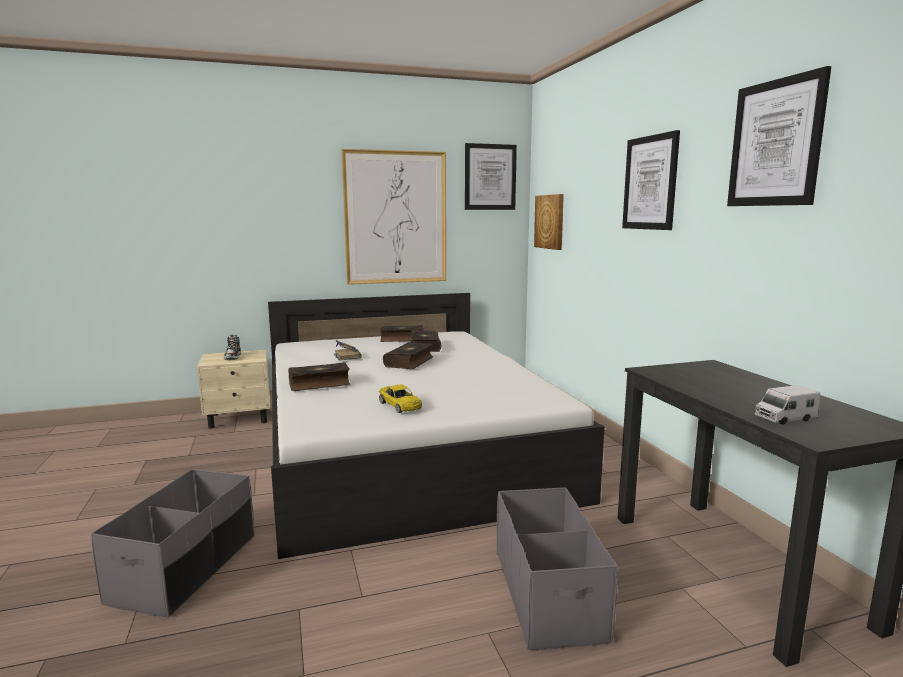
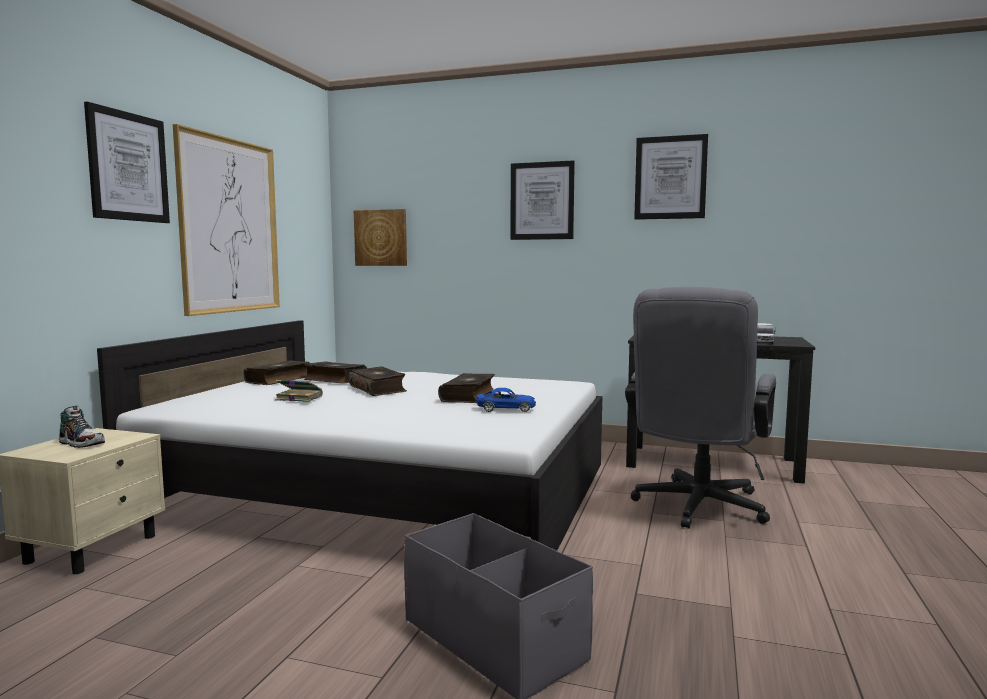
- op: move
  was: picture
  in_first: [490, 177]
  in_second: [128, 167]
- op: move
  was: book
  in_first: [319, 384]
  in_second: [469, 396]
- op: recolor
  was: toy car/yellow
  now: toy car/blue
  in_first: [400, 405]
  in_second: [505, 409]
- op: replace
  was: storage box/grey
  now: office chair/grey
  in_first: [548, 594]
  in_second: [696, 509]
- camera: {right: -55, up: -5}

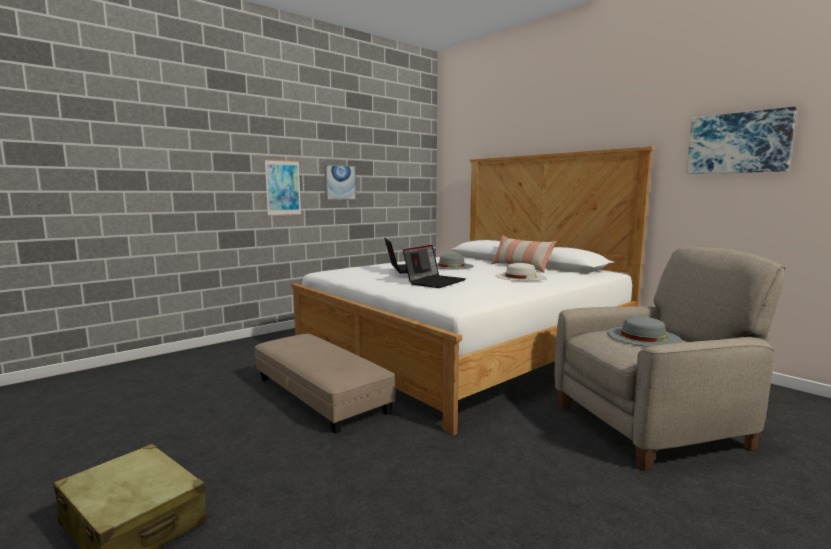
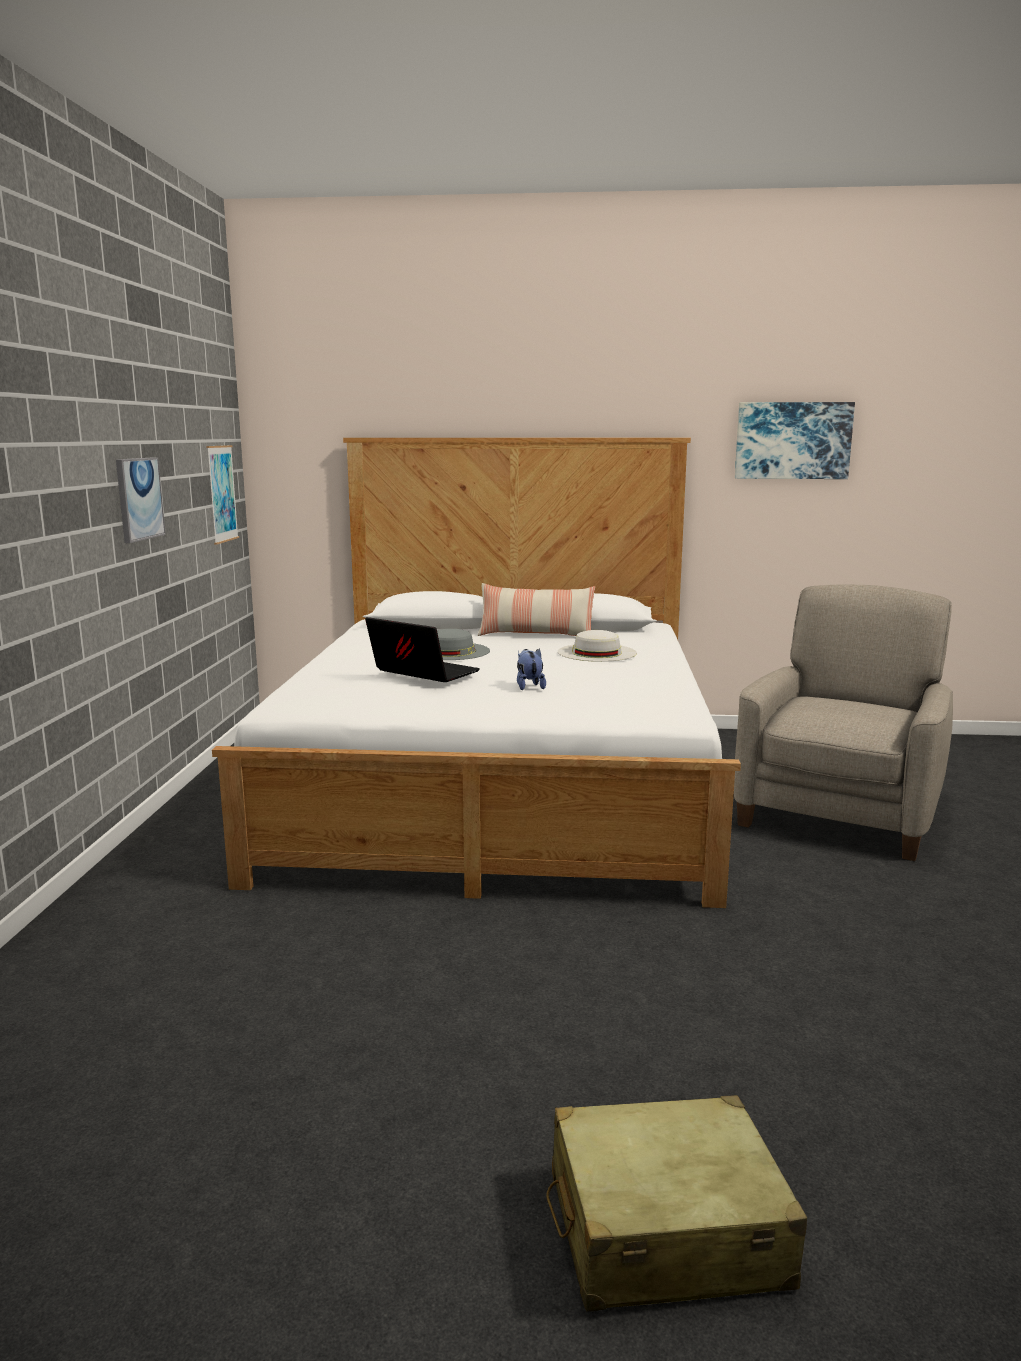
- op: move
  was: picture
  in_first: [283, 188]
  in_second: [222, 493]
- op: replace
  was: laptop
  now: plush toy
  in_first: [435, 282]
  in_second: [529, 686]
- op: delete
  was: ottoman/beige
  in_first: [320, 395]
- op: delete
  was: hat/grey
  in_first: [643, 336]
- camera: {right: -45, up: 5}

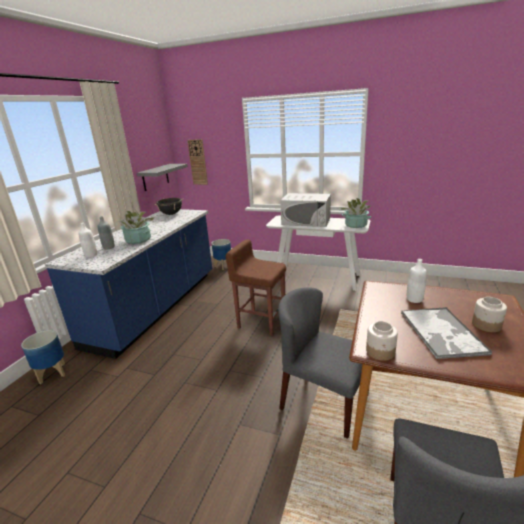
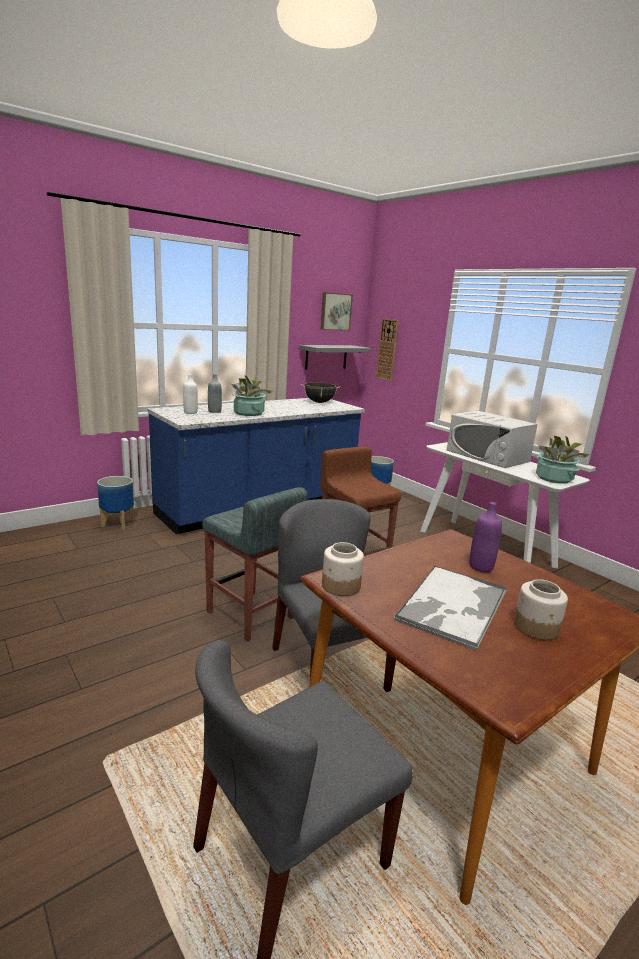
- op: insert
  now: stool/grey
  in_second: [250, 615]
- op: insert
  now: picture
  in_second: [335, 311]
- op: recolor
  was: bottle/white
  now: bottle/purple
  in_first: [414, 299]
  in_second: [481, 567]
- camera: {right: 30, up: -5}

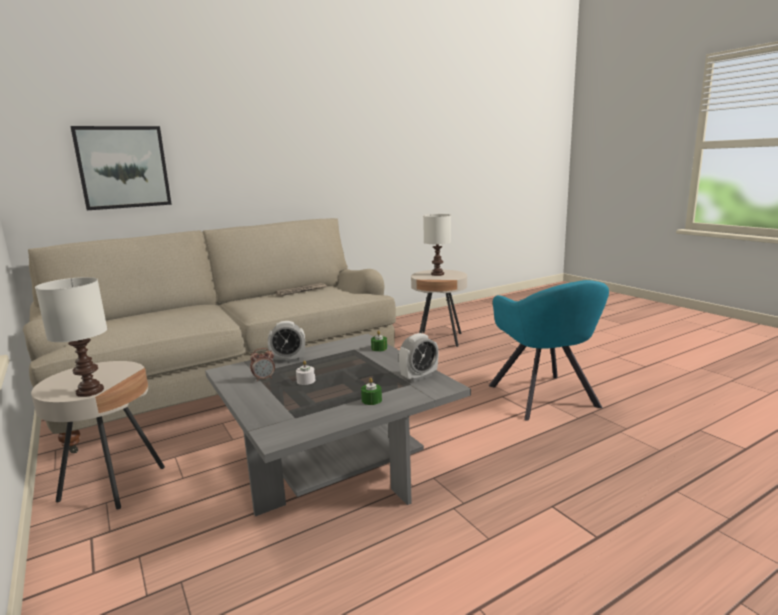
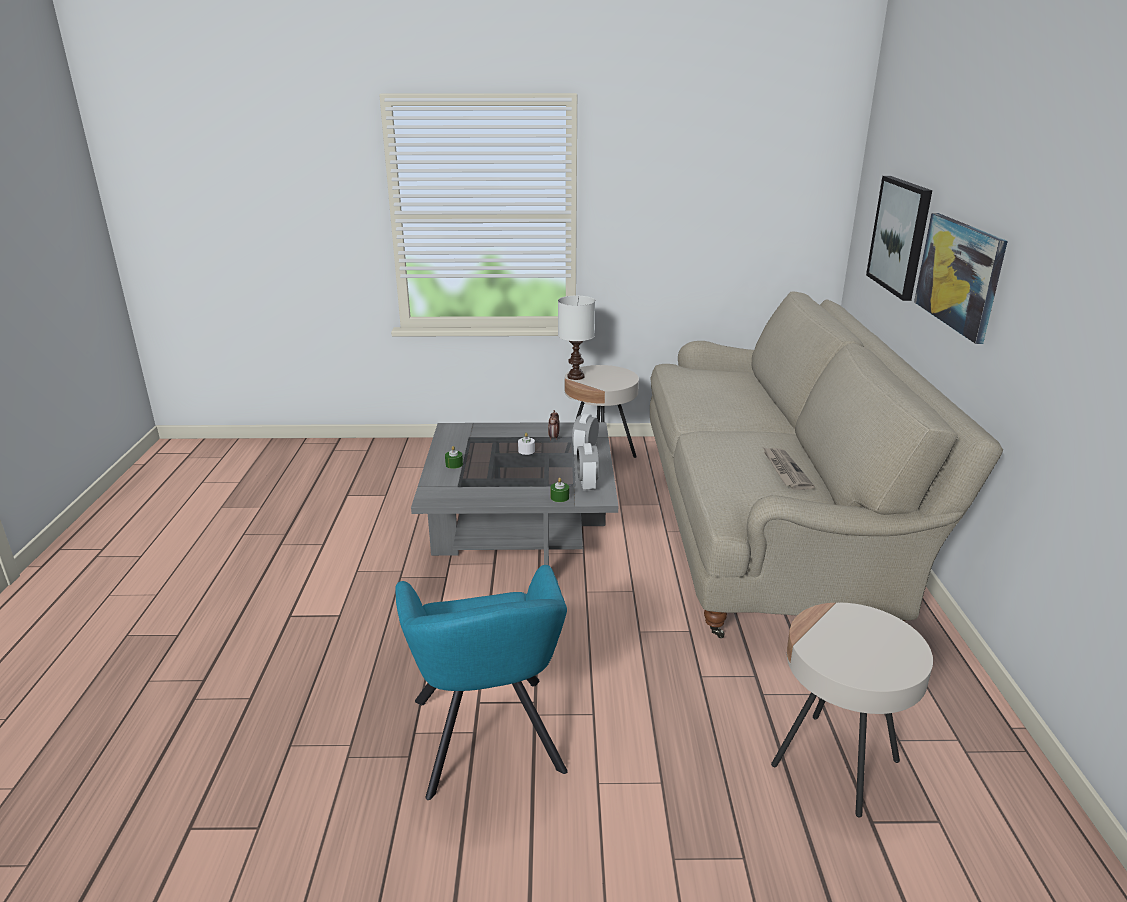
- op: rotate
  was: armchair/turquoise
  in_first: [545, 398]
  in_second: [488, 740]
  clockwise: -120
- op: move
  was: alarm clock
  in_first: [419, 377]
  in_second: [587, 485]
- op: insert
  now: picture
  in_second: [959, 274]
- op: delete
  was: table lamp/white
  in_first: [438, 274]
- camera: {right: 120, up: 10}

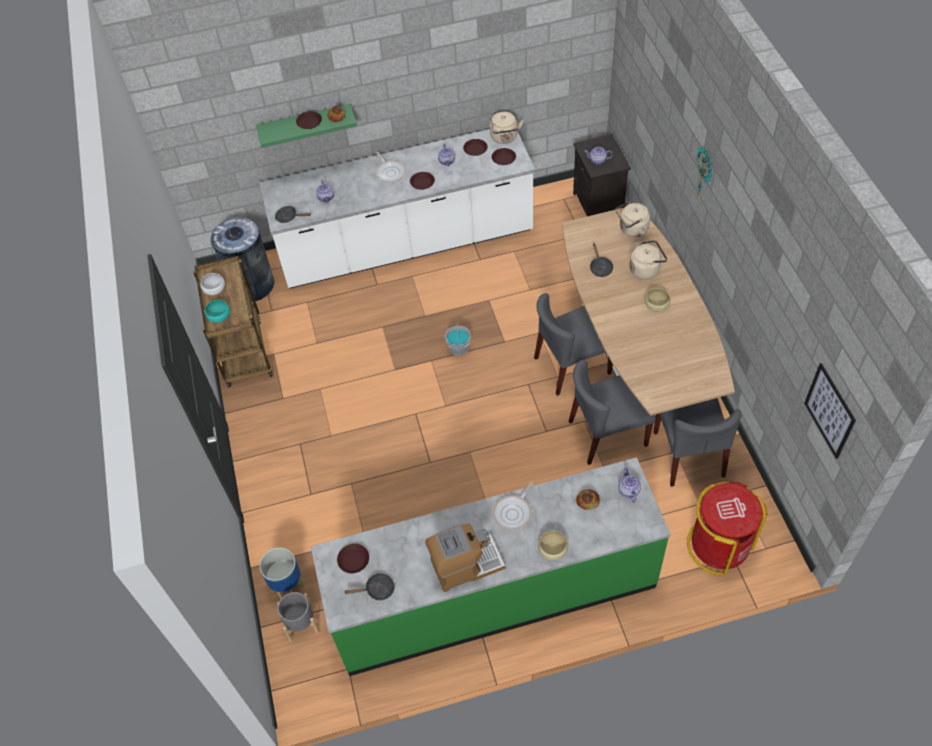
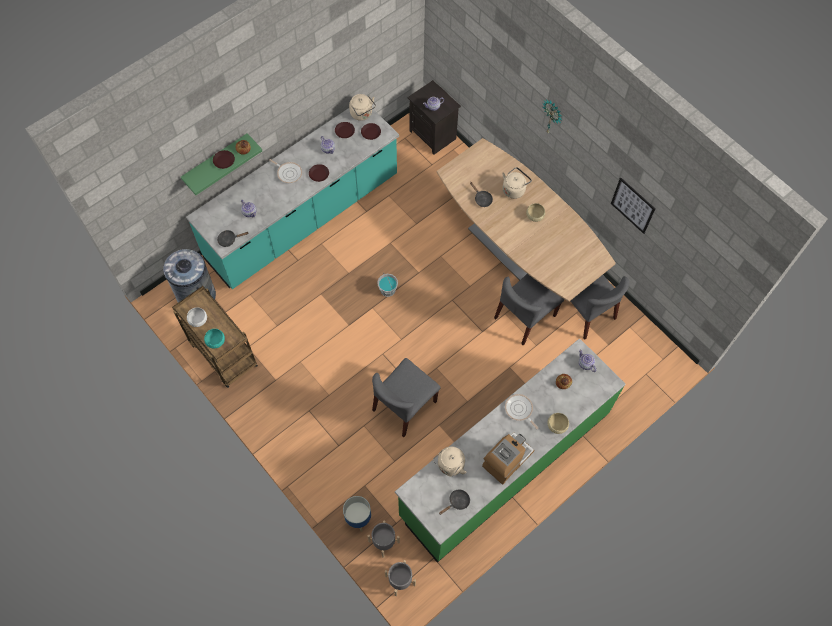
- op: recolor
  was: counter/white
  now: counter/turquoise
  in_first: [406, 245]
  in_second: [303, 218]
- op: move
  was: chair/grey
  in_first: [572, 366]
  in_second: [404, 406]
- op: insert
  now: planter/grey
  in_second: [400, 580]
- op: move
  was: kettle/beige
  in_first: [632, 230]
  in_second: [449, 466]
- op: rotate
  was: frying pan
  in_first: [514, 512]
  in_second: [519, 410]
  clockwise: 135
- op: move
  was: picture
  in_first: [829, 411]
  in_second: [633, 205]
- op: delete
  was: plate/brown
  in_first: [353, 559]
- op: delete
  was: trash can/red
  in_first: [718, 545]
- camera: {right: -30, up: 10}

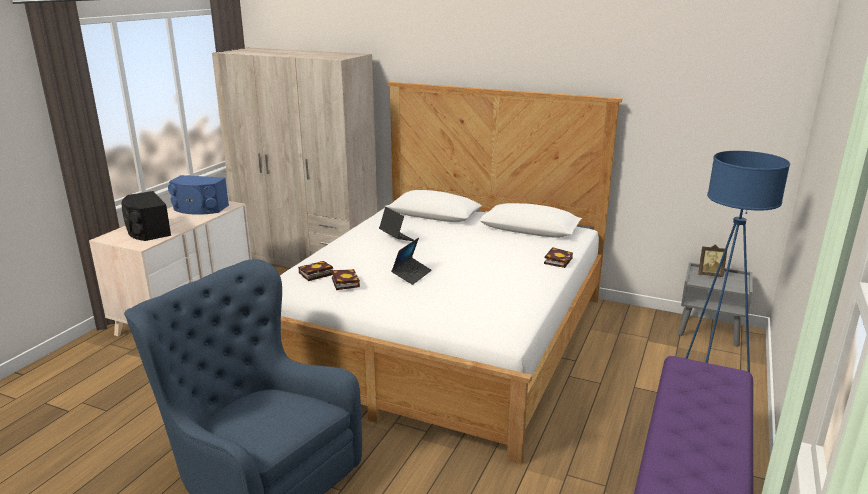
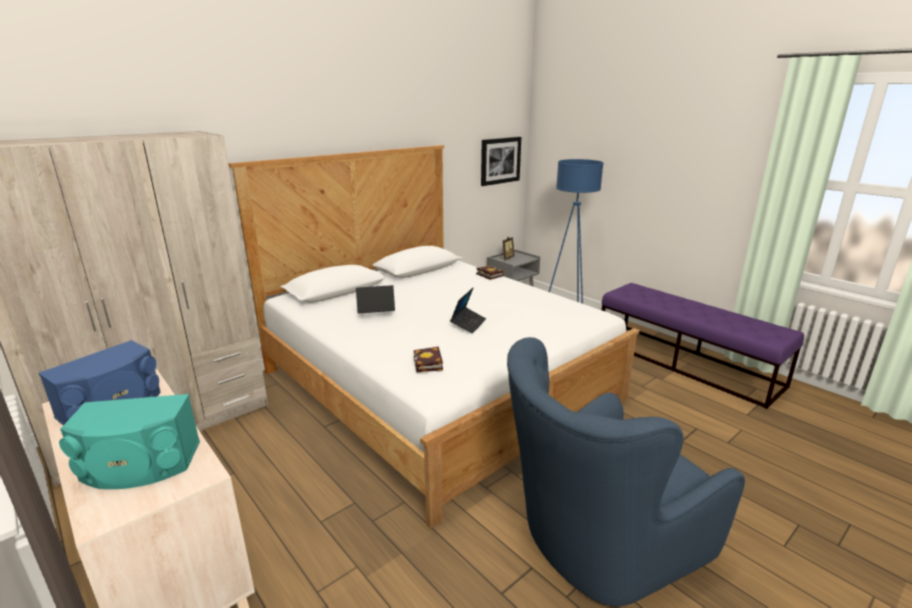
- op: recolor
  was: speaker/black
  now: speaker/turquoise
  in_first: [147, 231]
  in_second: [139, 465]
- op: rotate
  was: laptop
  in_first: [411, 275]
  in_second: [468, 324]
  clockwise: 60
- op: insert
  now: picture
  in_second: [500, 160]
- op: delete
  was: book
  in_first: [344, 282]
- camera: {right: -65, up: 0}

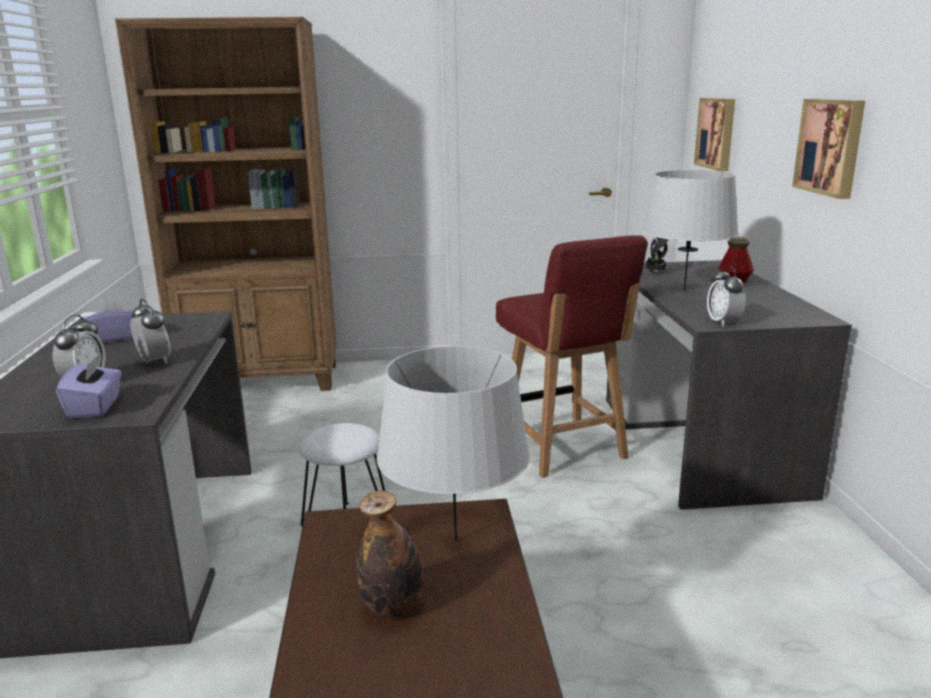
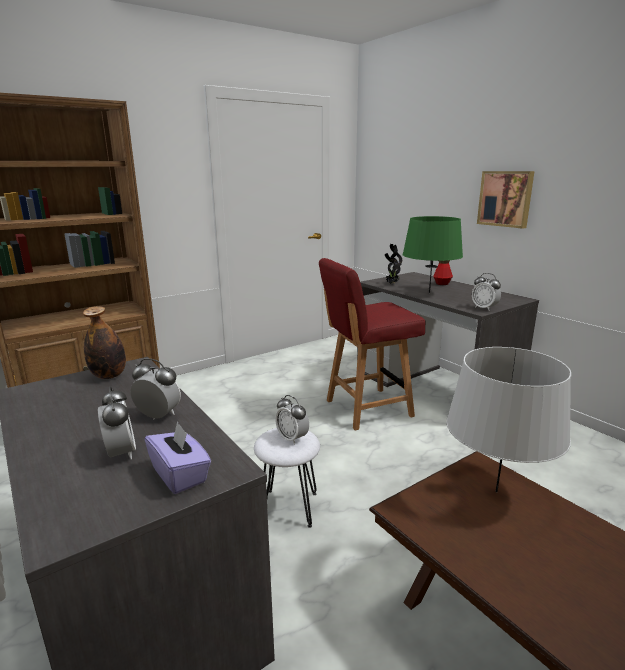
- op: move
  was: bottle
  in_first: [392, 606]
  in_second: [109, 376]
- op: insert
  now: alarm clock
  in_second: [292, 438]
- op: rotate
  was: chair/red
  in_first: [563, 448]
  in_second: [366, 408]
  clockwise: 120
- op: recolor
  was: table lamp/grey
  now: table lamp/green
  in_first: [684, 291]
  in_second: [429, 292]
- op: delete
  was: tissue box/purple
  in_first: [116, 337]
- op: delete
  was: picture
  in_first: [717, 133]
- camera: {right: -30, up: 0}

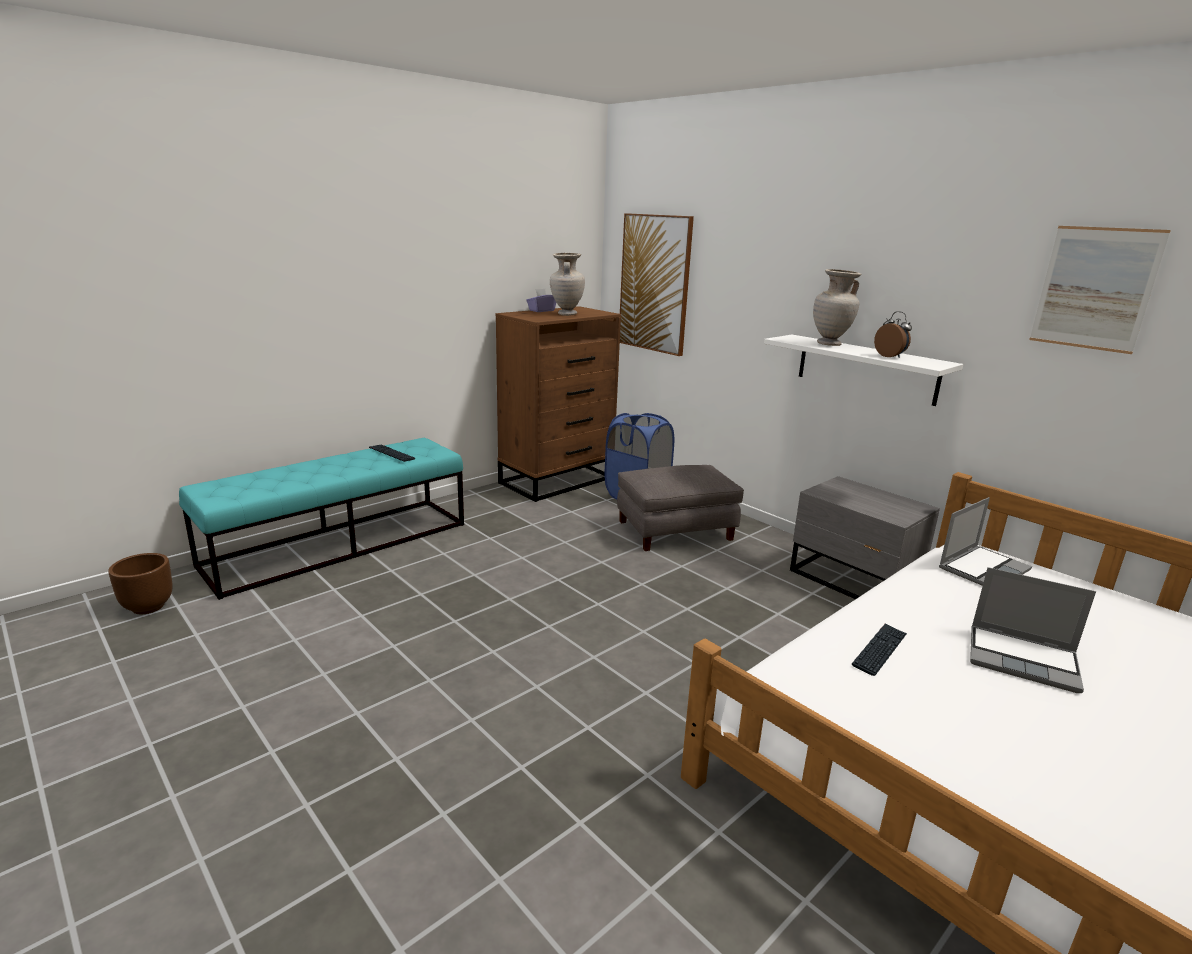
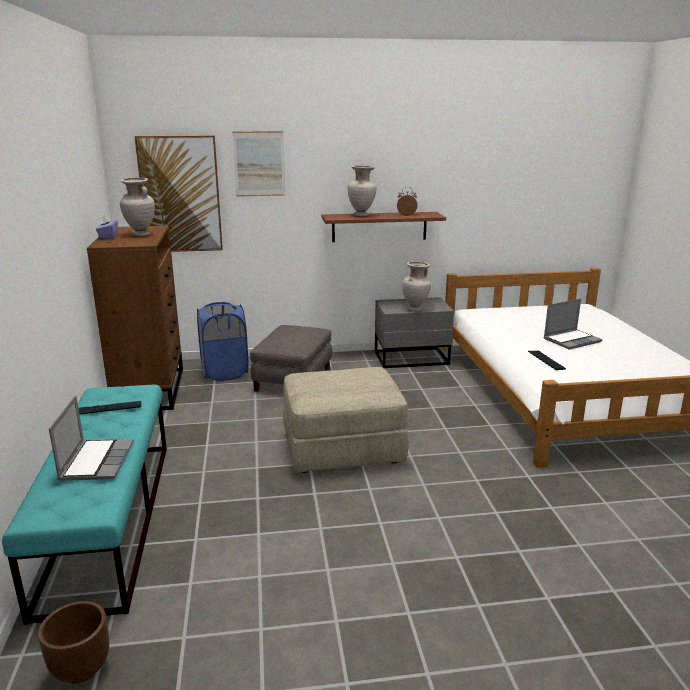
- op: move
  was: laptop
  in_first: [983, 569]
  in_second: [96, 461]
- op: move
  was: picture
  in_first: [1095, 288]
  in_second: [259, 164]
- op: insert
  now: ottoman/beige
  in_second: [343, 447]
- op: recolor
  was: shelf/white
  now: shelf/brown
  in_first: [866, 369]
  in_second: [379, 226]
- op: insert
  now: vase/beige
  in_second: [415, 309]
- camera: {right: -55, up: 0}

